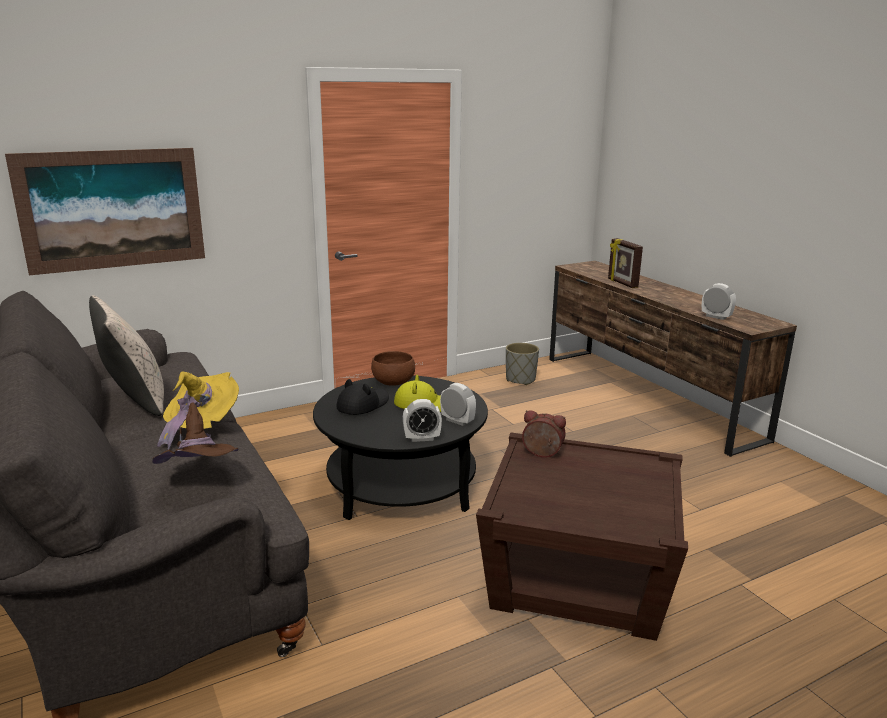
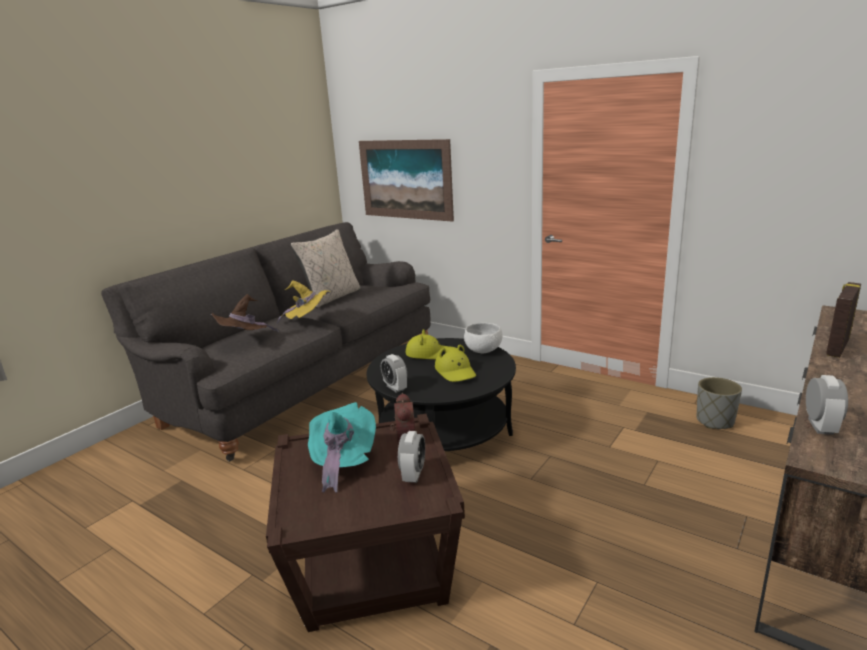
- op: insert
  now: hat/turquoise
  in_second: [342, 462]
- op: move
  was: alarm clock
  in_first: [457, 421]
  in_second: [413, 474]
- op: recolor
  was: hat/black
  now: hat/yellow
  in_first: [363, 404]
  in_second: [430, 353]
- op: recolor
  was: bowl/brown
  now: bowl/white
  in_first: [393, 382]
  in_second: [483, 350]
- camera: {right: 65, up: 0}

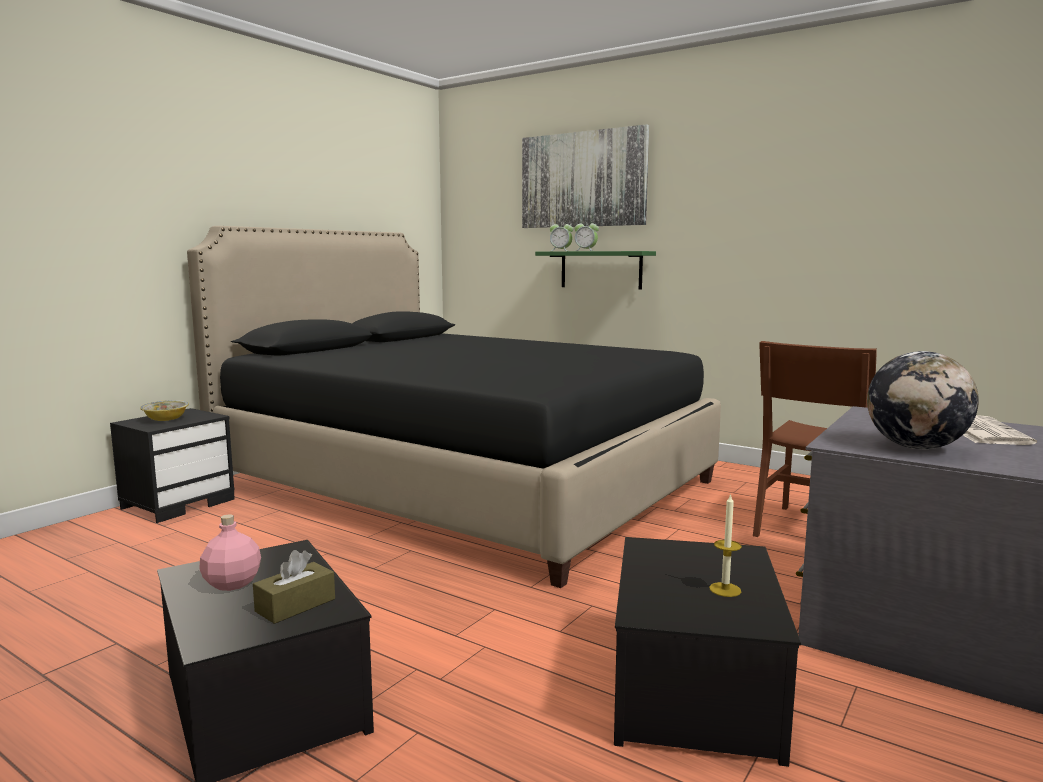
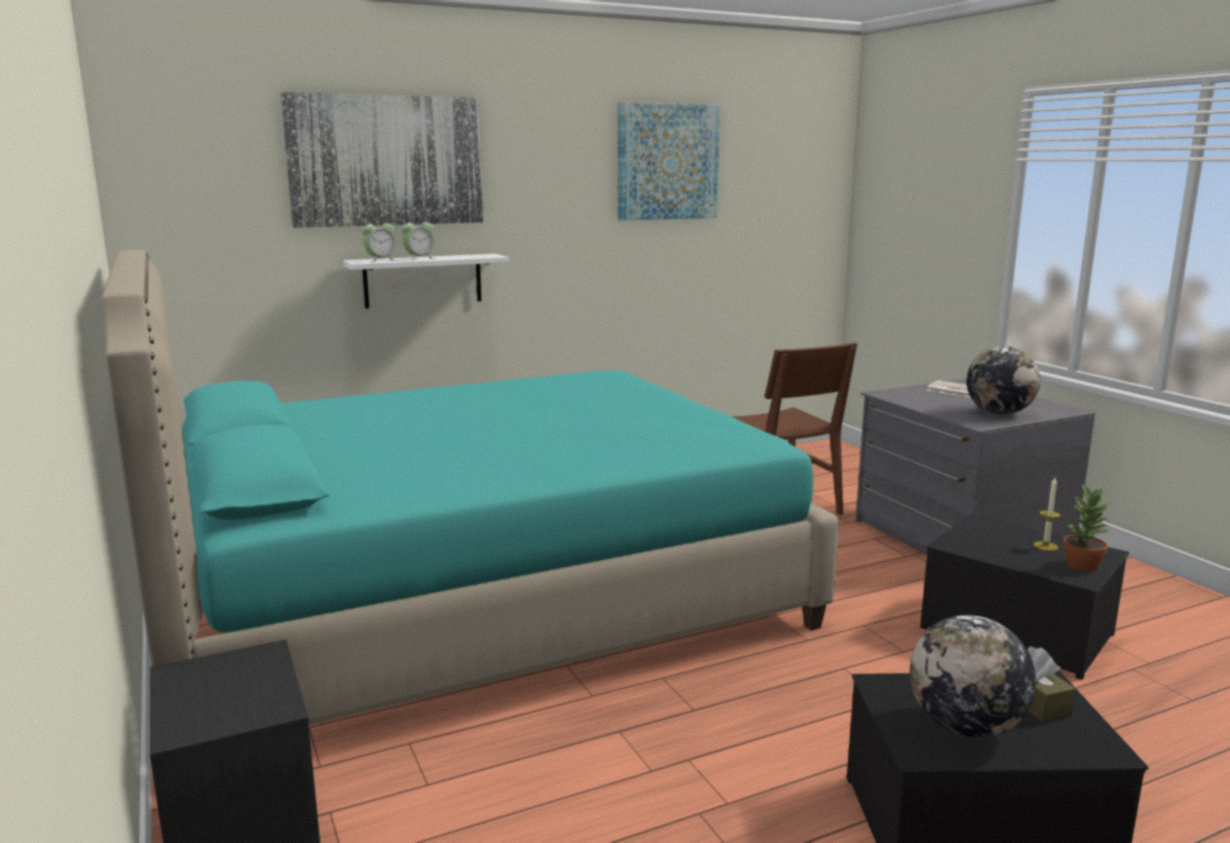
- op: recolor
  was: bed/black
  now: bed/turquoise
  in_first: [463, 483]
  in_second: [475, 600]
- op: recolor
  was: shelf/green
  now: shelf/white
  in_first: [601, 269]
  in_second: [423, 280]
- op: insert
  now: picture
  in_second: [667, 162]
- op: replace
  was: bottle/pink
  now: globe
  in_first: [232, 583]
  in_second: [965, 727]
- op: insert
  now: potted plant
  in_second: [1082, 564]
- op: delete
  was: bowl
  in_first: [166, 419]
- camera: {right: -60, up: 5}

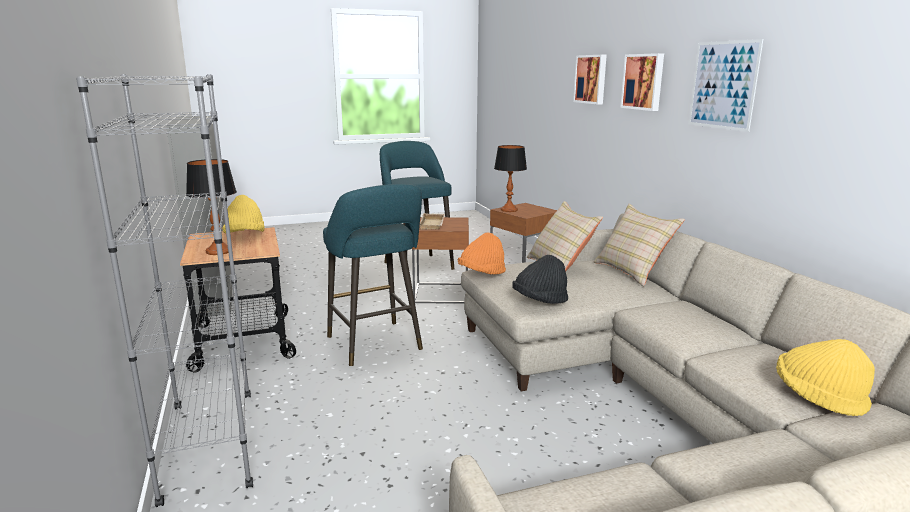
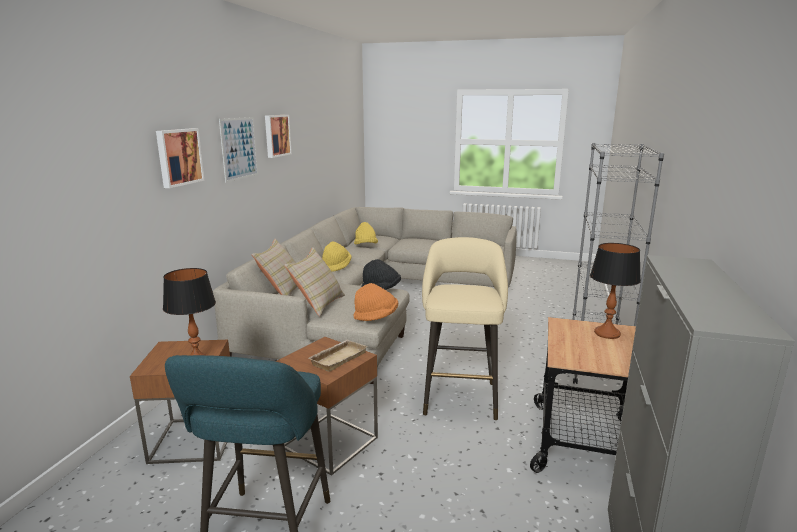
- op: move
  was: picture
  in_first: [591, 79]
  in_second: [276, 135]
- op: move
  was: hat/yellow
  in_first: [245, 236]
  in_second: [336, 267]
- op: recolor
  was: stool/turquoise
  now: stool/beige
  in_first: [376, 345]
  in_second: [460, 395]
- camera: {right: -145, up: 0}

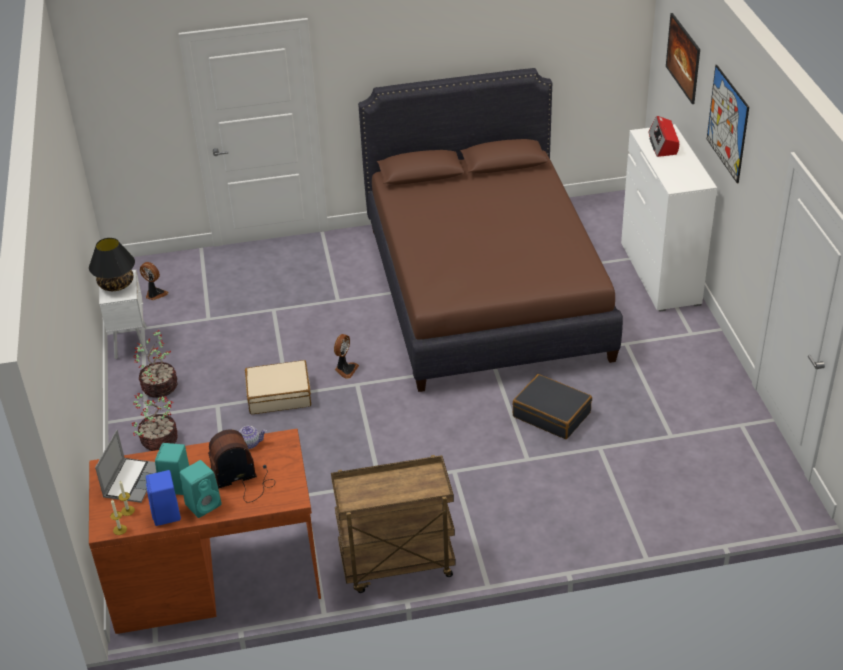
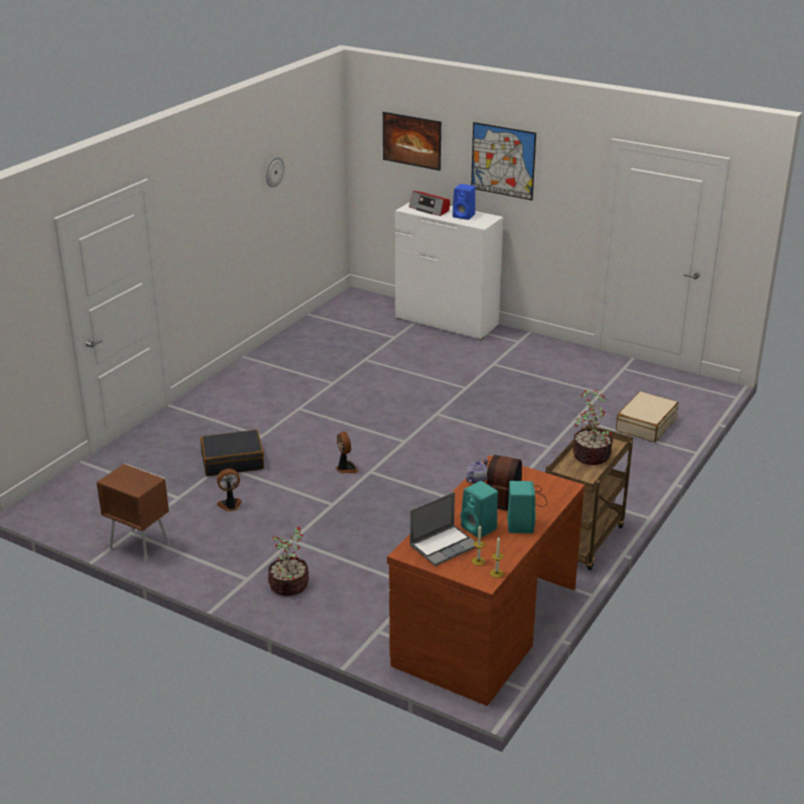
- op: recolor
  was: nightstand/white
  now: nightstand/brown
  in_first: [131, 342]
  in_second: [139, 545]
- op: move
  was: suitcase/black
  in_first: [552, 414]
  in_second: [232, 461]
- op: move
  was: fan
  in_first: [155, 294]
  in_second: [230, 505]
- op: insert
  now: wall clock
  in_second: [274, 171]
- op: rotate
  was: laptop
  in_first: [131, 481]
  in_second: [444, 546]
  clockwise: 90
- op: move
  was: speaker/blue
  in_first: [166, 514]
  in_second: [464, 216]
- op: move
  was: potted plant
  in_first: [160, 386]
  in_second: [590, 455]
- op: move
  was: suitcase/beige
  in_first: [279, 395]
  in_second: [645, 425]
- op: delete
  was: table lamp/black
  in_first: [116, 284]
- op: delete
  was: bed/brown
  in_first: [485, 291]
- camera: {right: -50, up: -10}

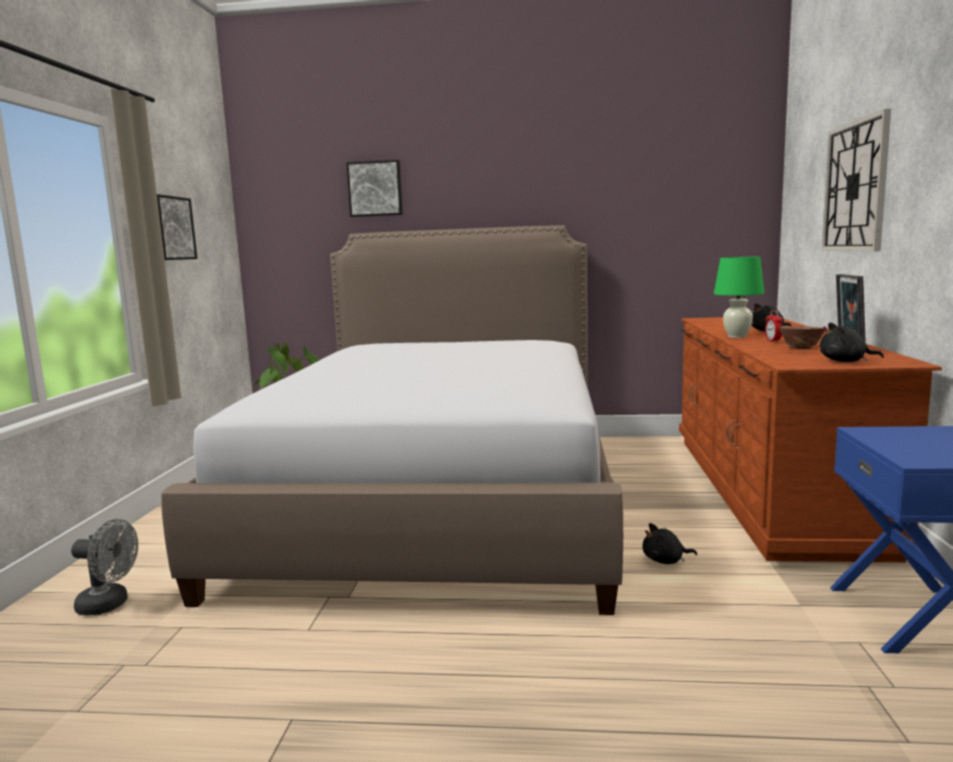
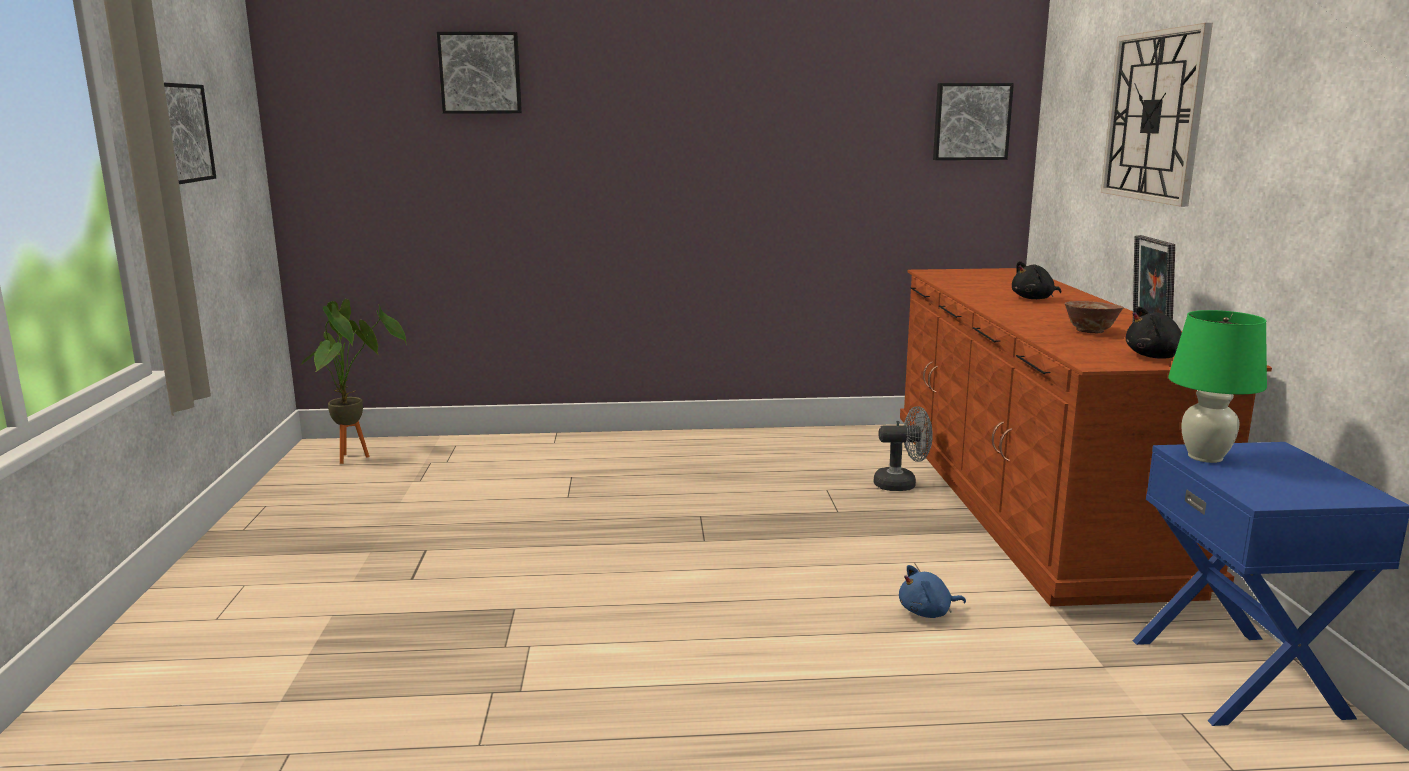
- op: move
  was: fan/grey
  in_first: [109, 605]
  in_second: [902, 484]
- op: recolor
  was: plush toy/black
  now: plush toy/blue
  in_first: [665, 561]
  in_second: [927, 612]
- op: insert
  now: picture
  in_second: [971, 121]
- op: move
  was: table lamp/green
  in_first: [737, 336]
  in_second: [1205, 457]
- op: delete
  was: bed
  in_first: [440, 499]
- op: delete
  was: alarm clock
  in_first: [772, 341]
- camera: {right: -10, up: 5}

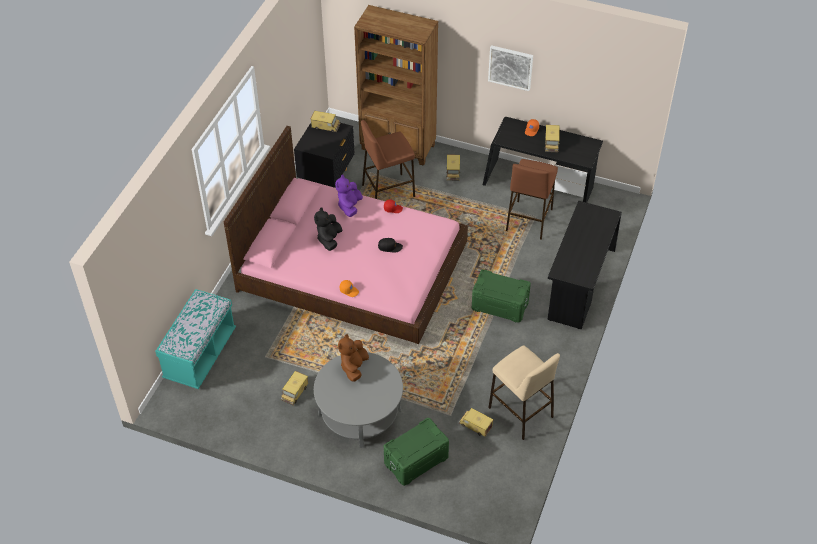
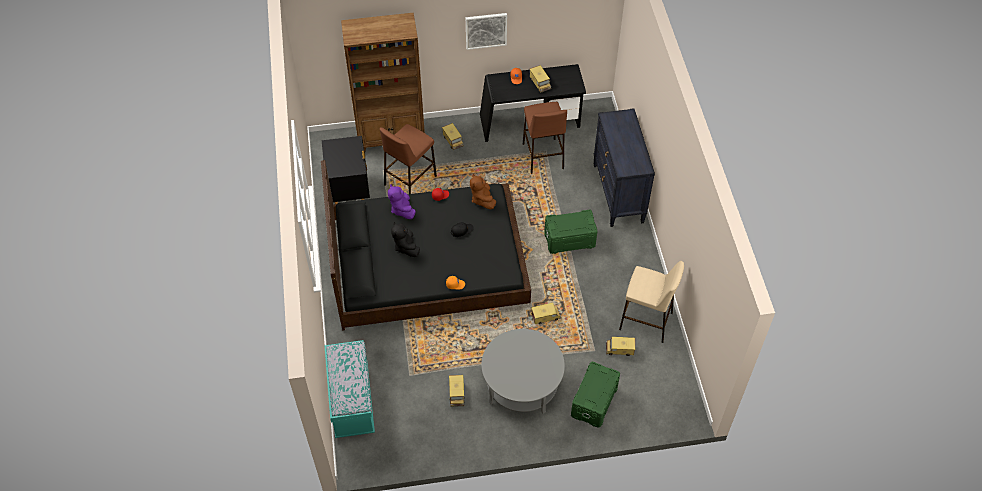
- op: recolor
  was: bed/pink
  now: bed/black
  in_first: [352, 267]
  in_second: [427, 262]
- op: move
  was: plush toy/brown
  in_first: [354, 367]
  in_second: [482, 199]
- op: move
  was: toy truck
  in_first: [325, 126]
  in_second: [545, 316]
- op: replace
  was: desk/black
  now: dresser/black
  in_first: [579, 284]
  in_second: [618, 193]
- camera: {right: -30, up: 5}

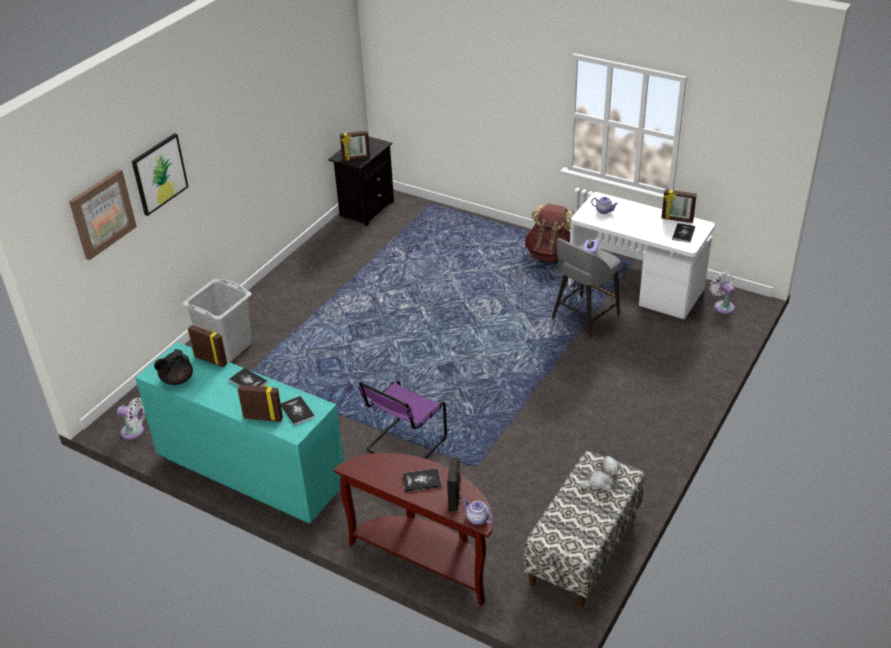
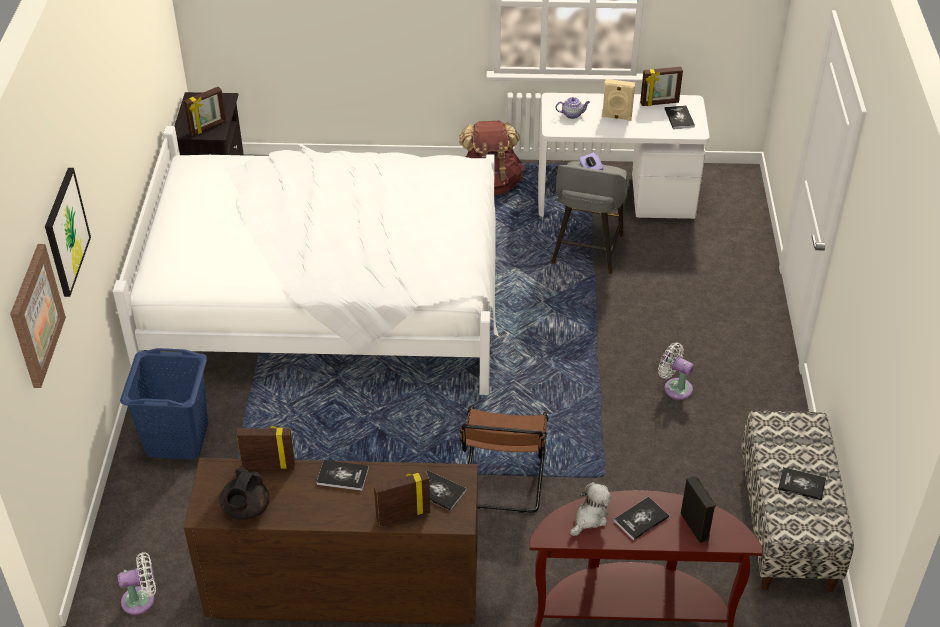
- op: insert
  now: bed/white
  in_second: [328, 300]
- op: recolor
  was: laundry basket/grey
  now: laundry basket/blue
  in_first: [226, 347]
  in_second: [176, 439]
- op: recolor
  was: dresser/turquoise
  now: dresser/brown
  in_first: [250, 472]
  in_second: [342, 591]
- op: recolor
  was: chair/purple
  now: chair/brown
  in_first: [404, 445]
  in_second: [503, 482]
- op: move
  was: plush toy
  in_first: [601, 481]
  in_second: [589, 517]
- op: insert
  now: speaker/beige
  in_second: [616, 117]
- op: move
  was: fan/white
  in_first: [722, 306]
  in_second: [675, 387]
- op: insert
  now: book
  in_second: [801, 484]
- op: delete
  was: teapot
  in_first: [477, 519]
- camera: {right: -30, up: 5}

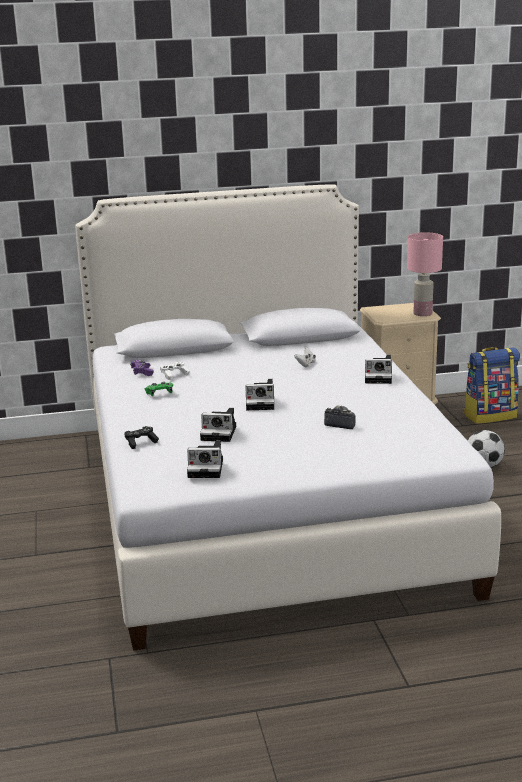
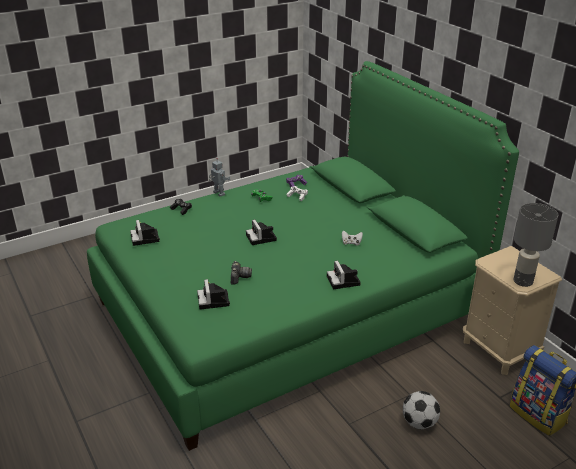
- op: recolor
  was: bed/white
  now: bed/green
  in_first: [263, 503]
  in_second: [287, 310]
- op: move
  was: photo camera
  in_first: [220, 433]
  in_second: [214, 301]
- op: insert
  now: toy robot
  in_second: [218, 194]
- op: recolor
  was: table lamp/pink
  now: table lamp/grey
  in_first: [422, 313]
  in_second: [523, 281]
- camera: {right: 70, up: 10}

